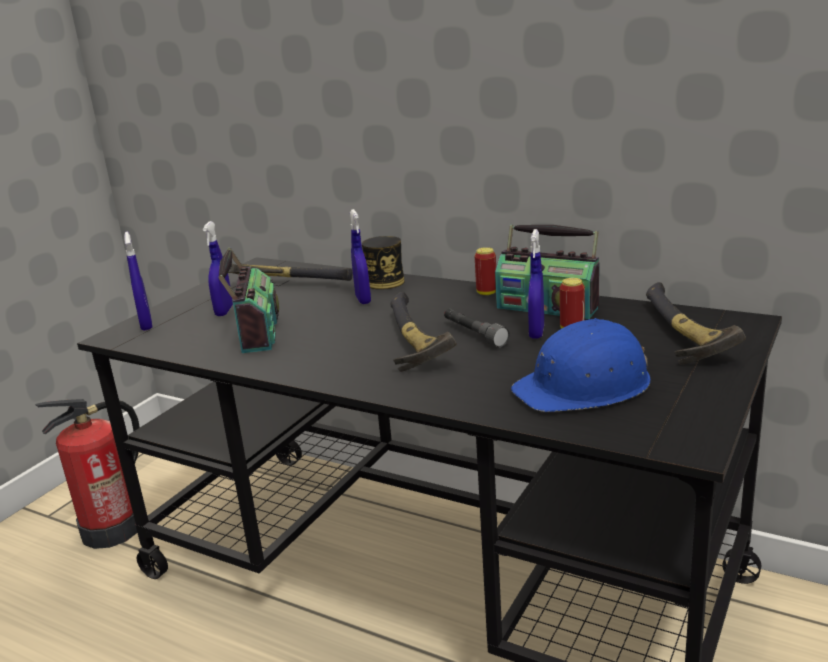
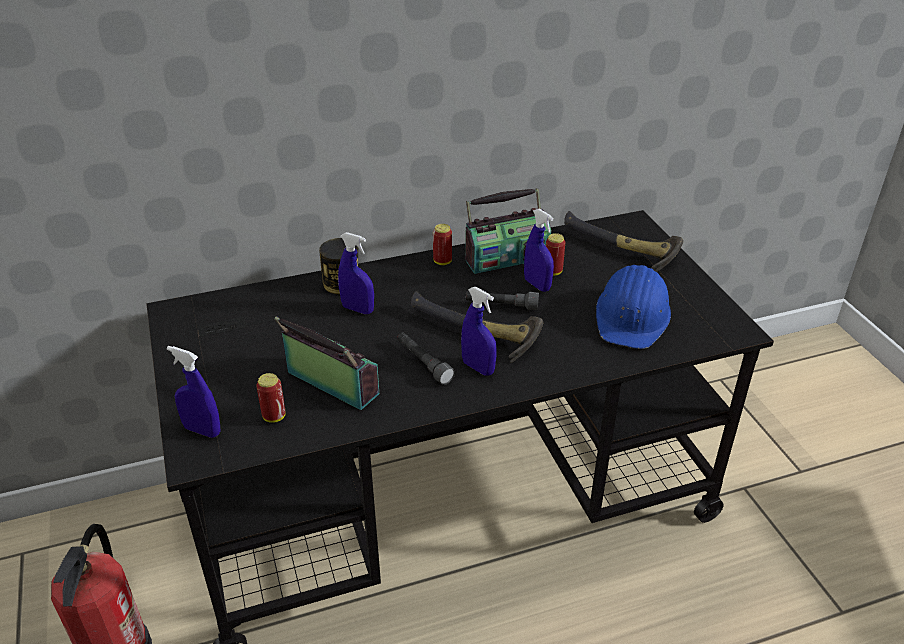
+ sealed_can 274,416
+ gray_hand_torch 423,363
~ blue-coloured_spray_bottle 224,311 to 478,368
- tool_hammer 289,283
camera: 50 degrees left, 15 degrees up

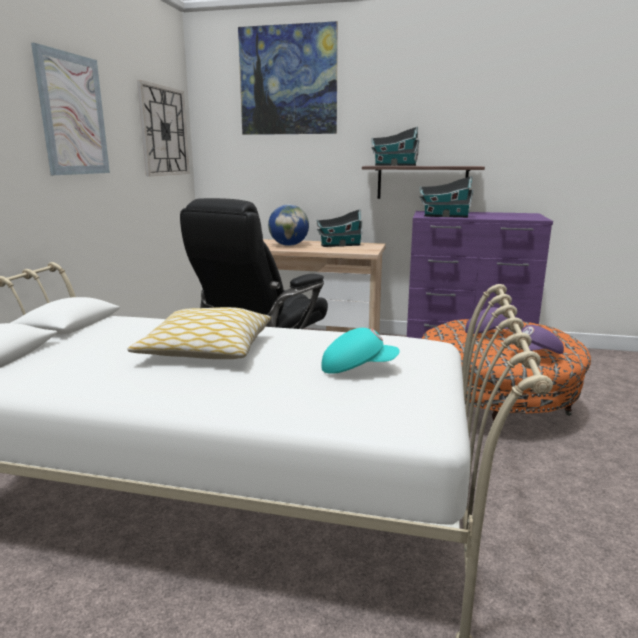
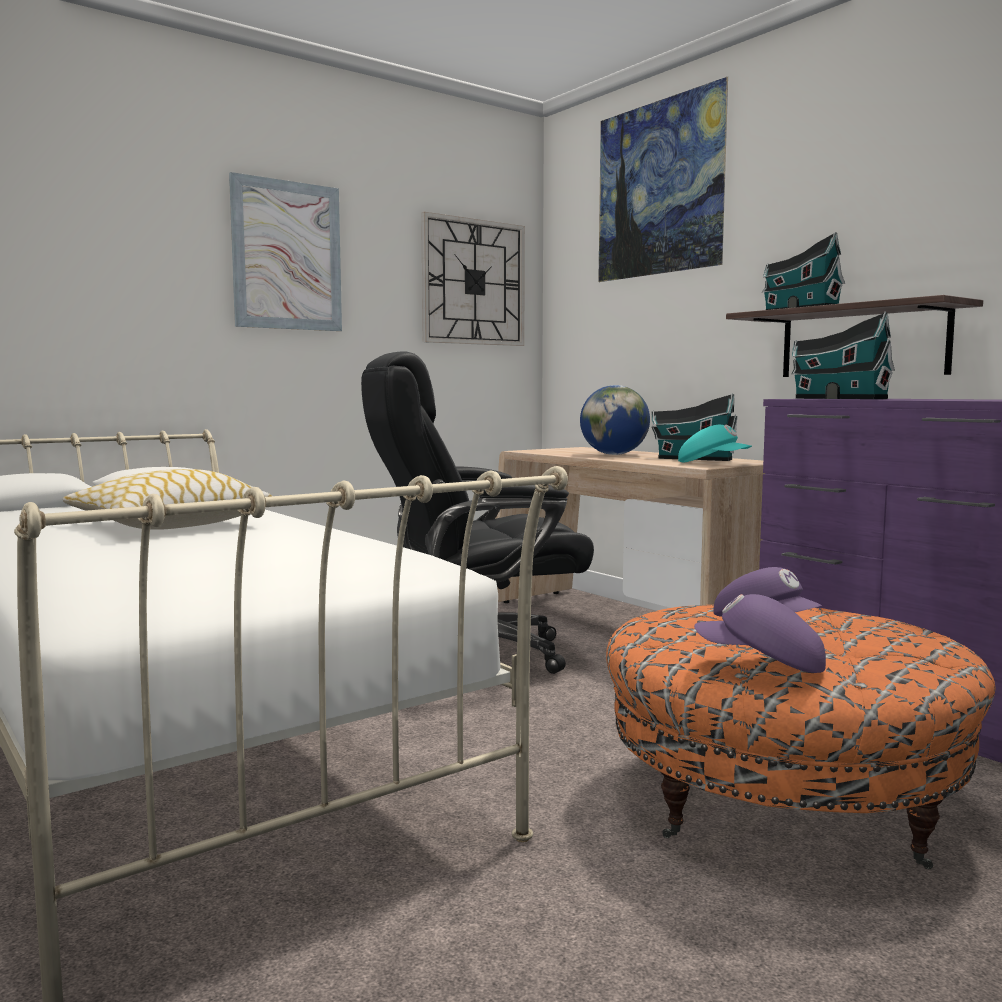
~ blue-green_baseball_cap 357,368 to 713,463
camera: 40 degrees right, 10 degrees down

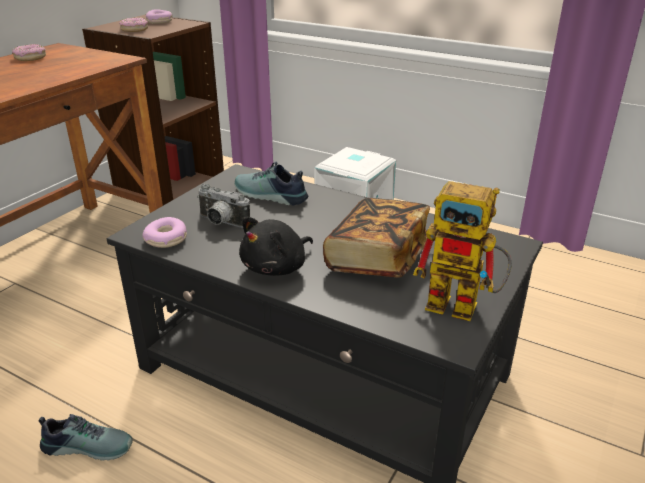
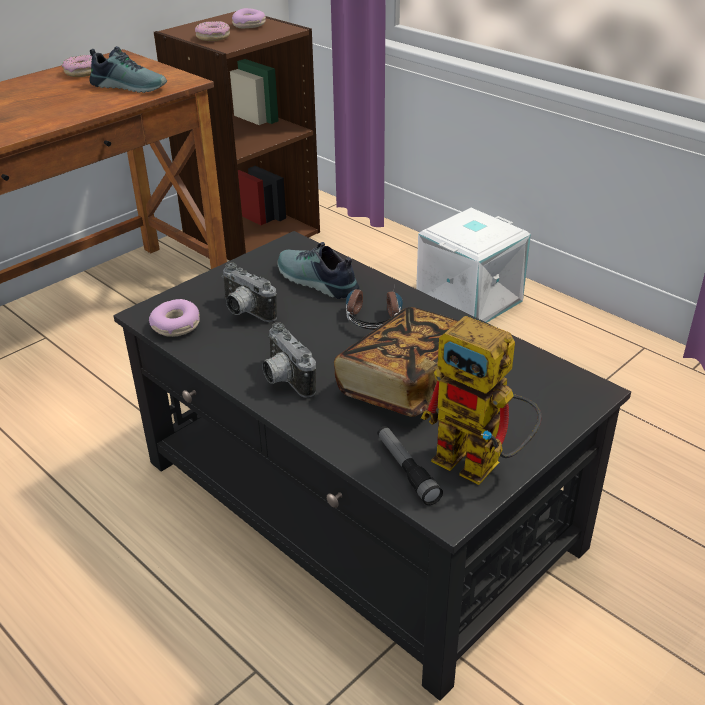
~ low_shoe 89,445 to 130,86
~ blackish_soft_toy 277,267 to photo_camera 284,380
+ headset 373,313
+ hand_torch 406,470
camera: 15 degrees right, 5 degrees up

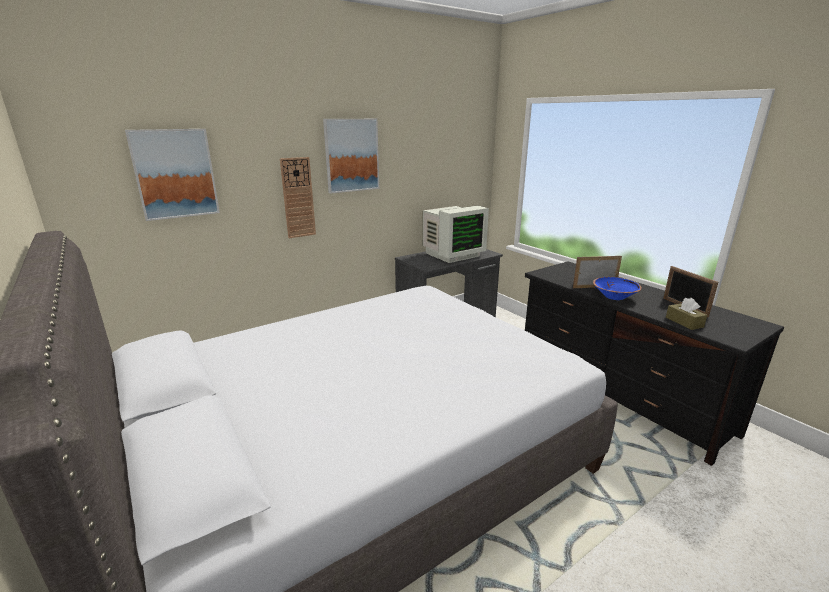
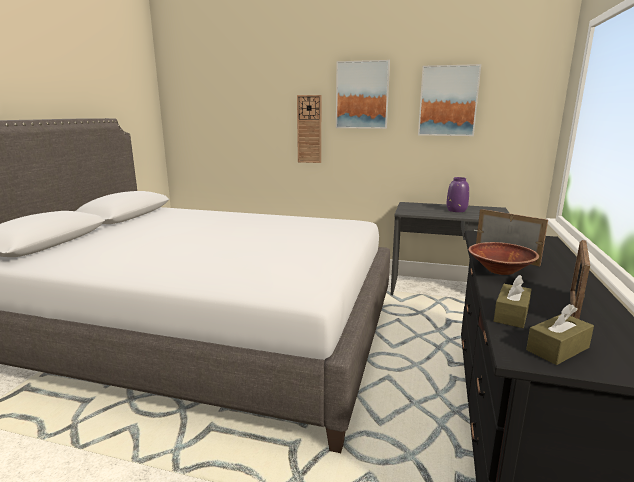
~ wall_art 175,174 to 448,101
~ monitor 452,254 to purple_decorative_vase 456,210
~ blue-coloured_serving_bowl 614,297 to brown-coloured_serving_bowl 500,270
+ brown-coloured_tissue_box 557,349
camera: 50 degrees right, 5 degrees down

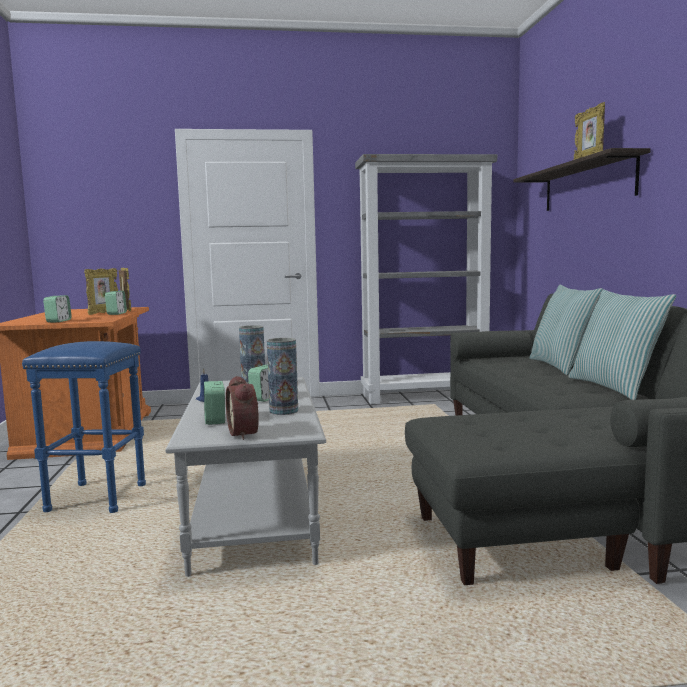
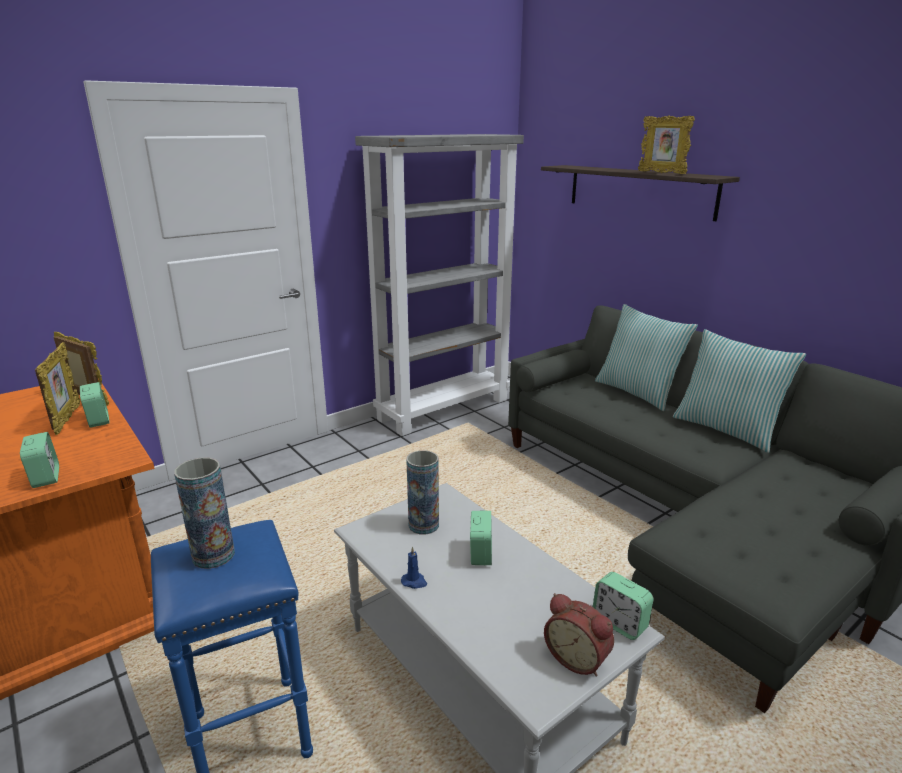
~ decorative_vase 283,411 to 213,555
~ table_clock 215,420 to 619,623
camera: 30 degrees left, 15 degrees up

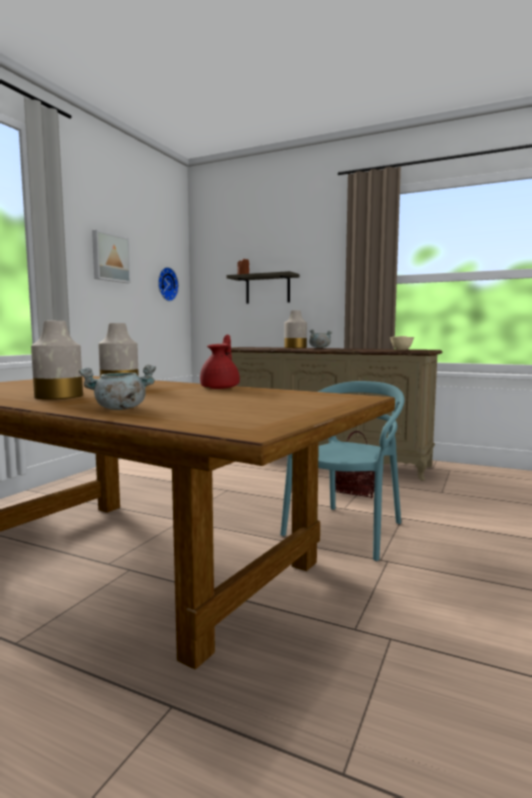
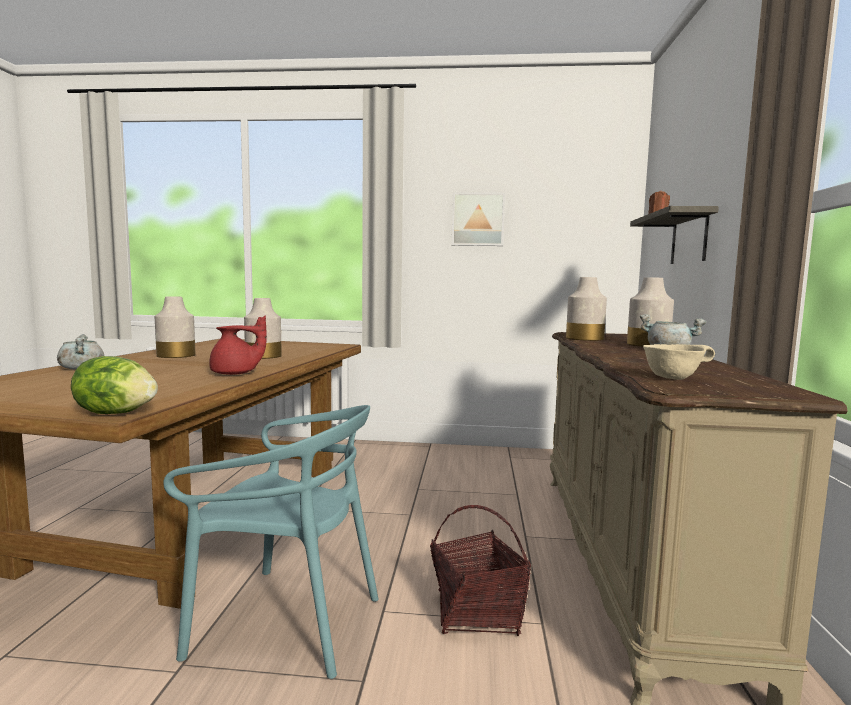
+ head_of_lettuce 116,413
+ beige-coloured_decorative_vase 584,338
- clock_on_the_wall 166,284
camera: 70 degrees right, 0 degrees up

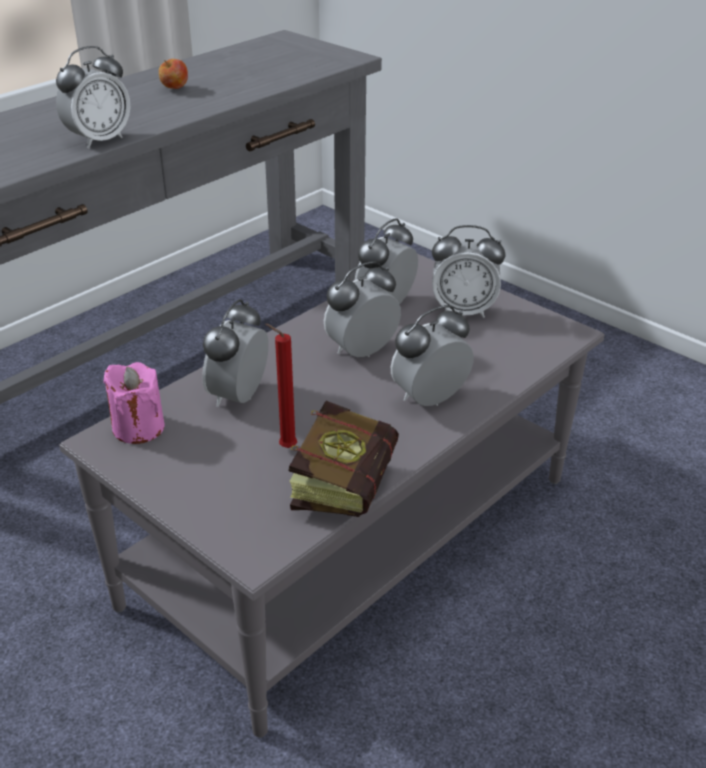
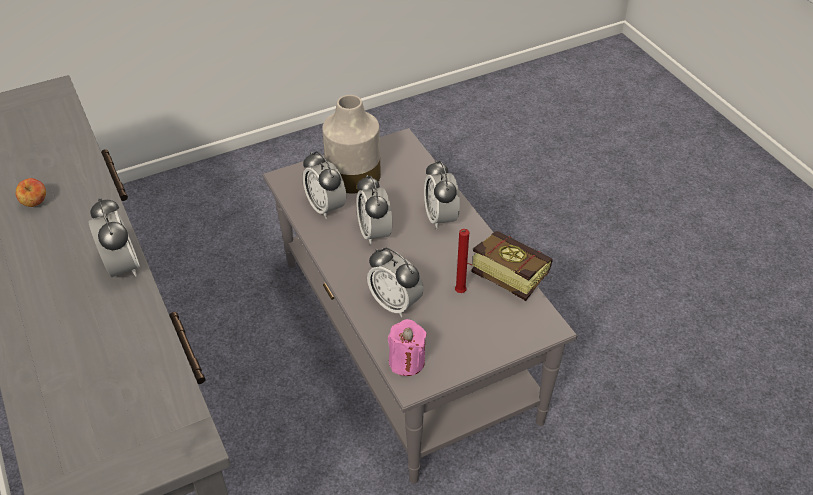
~ table_clock 464,311 to beige-coloured_decorative_vase 353,174
camera: 70 degrees left, 10 degrees up

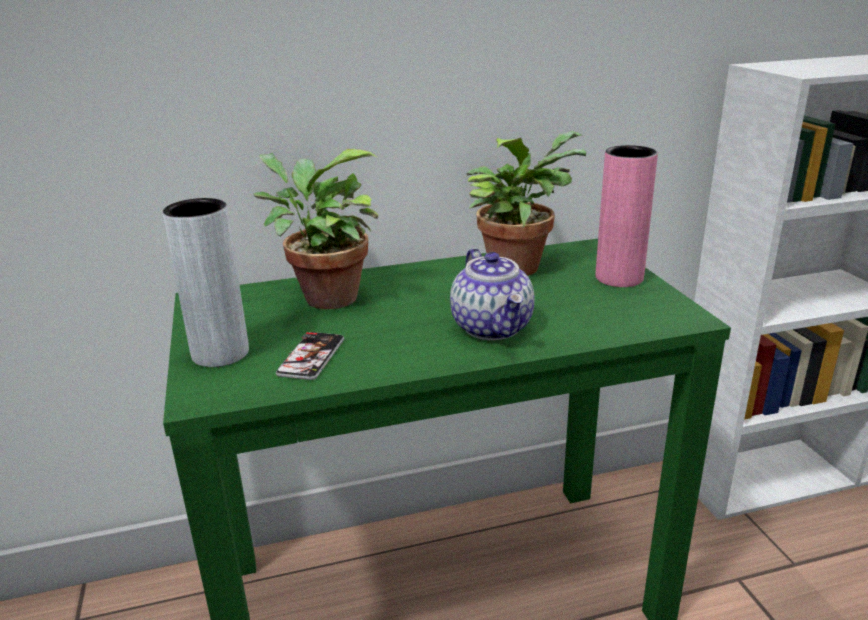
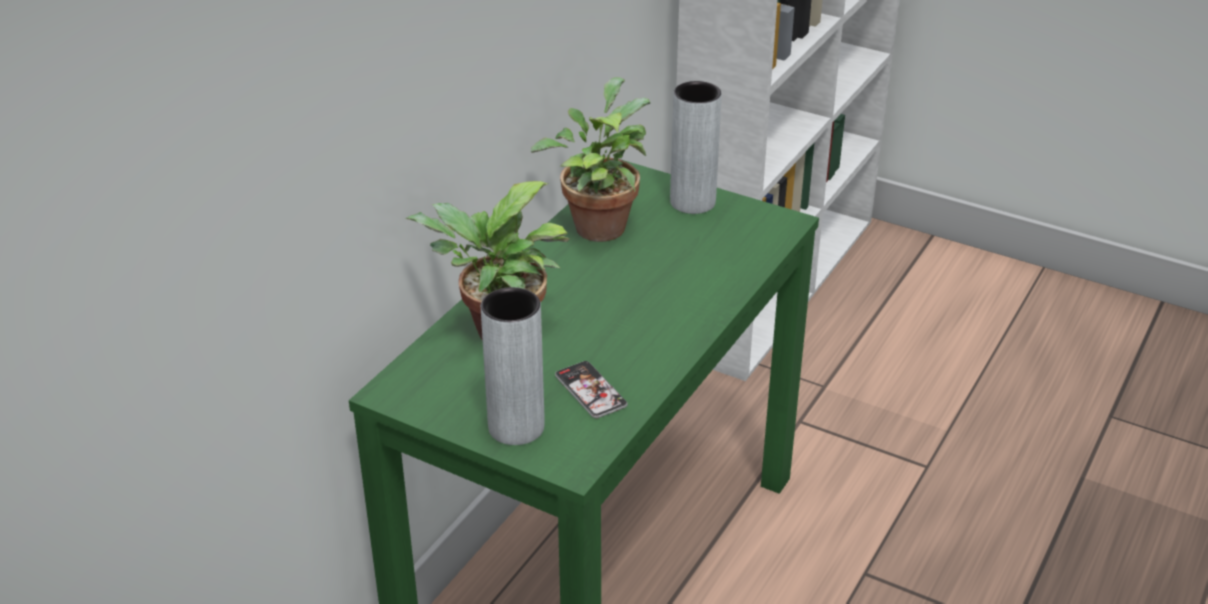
~ pink_decorative_vase 619,278 to gray_decorative_vase 692,202
- tea_pot 493,328
camera: 45 degrees left, 10 degrees up

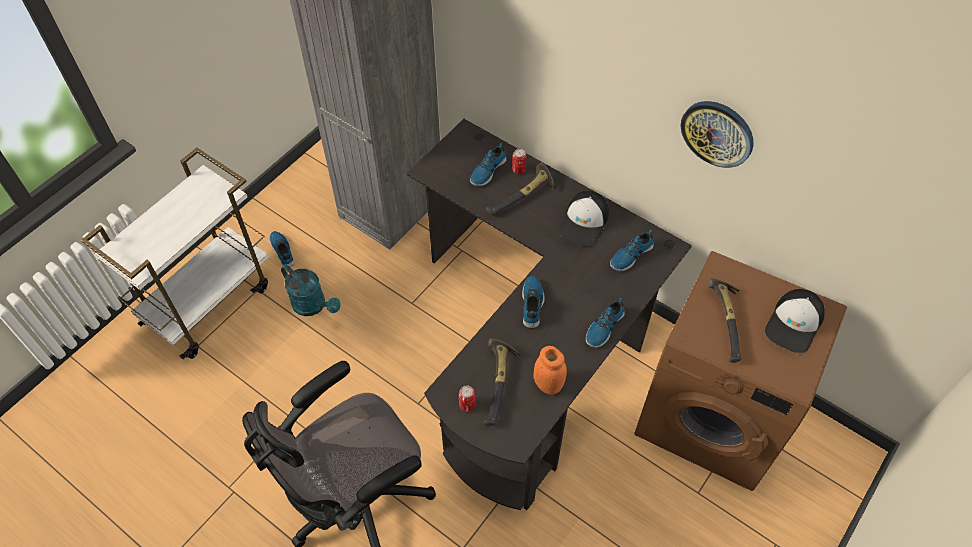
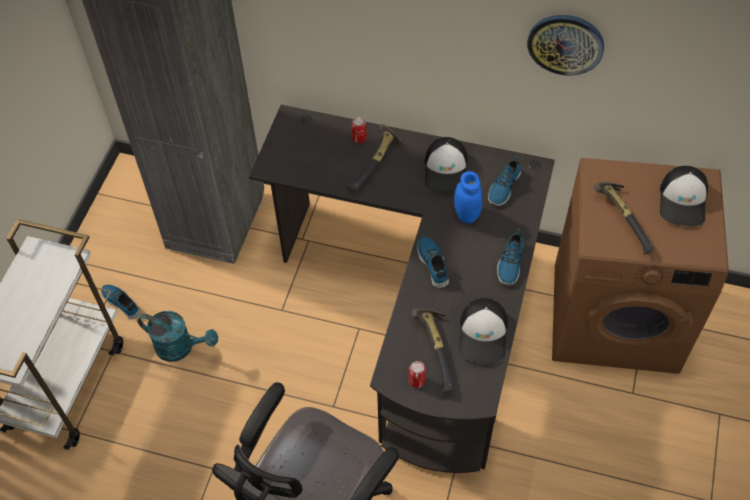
+ blue-coloured_jar 466,214
~ orange-coloured_jar 548,384 to baseball_cap 483,335
- low_shoe 487,170
camera: 20 degrees left, 0 degrees up

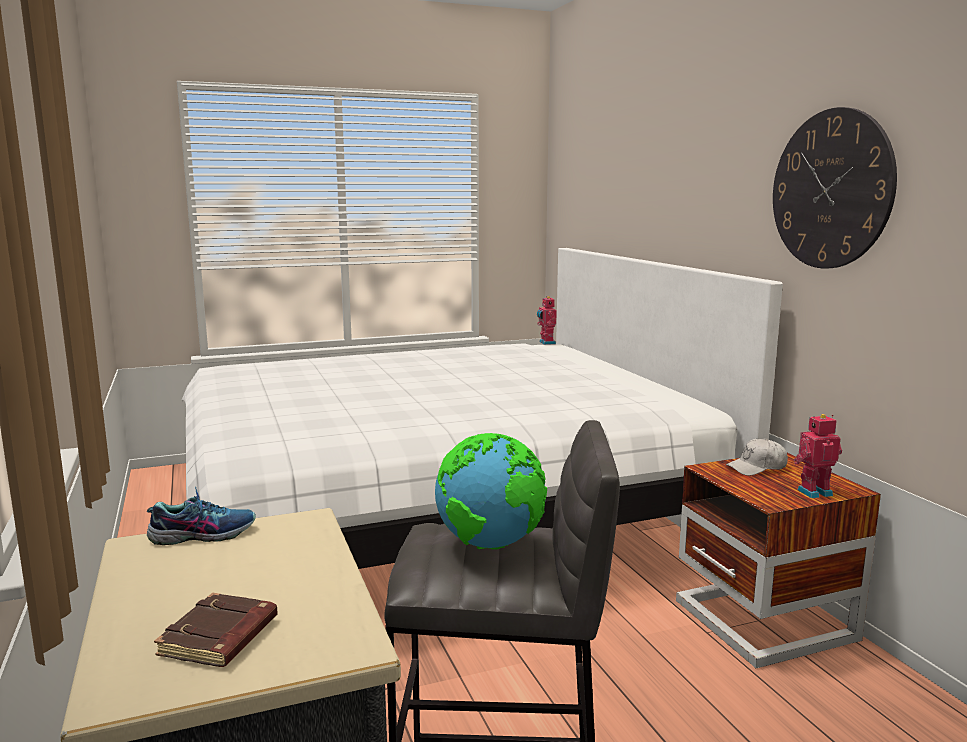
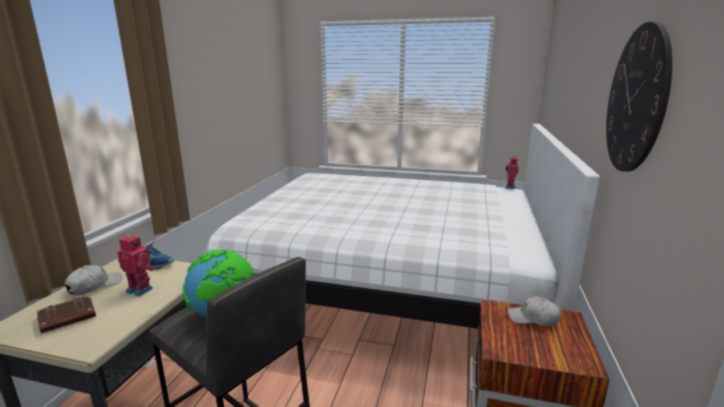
+ white-coloured_baseball_cap 94,286
~ robot_figure 813,492 to 141,289
camera: 35 degrees right, 5 degrees up

